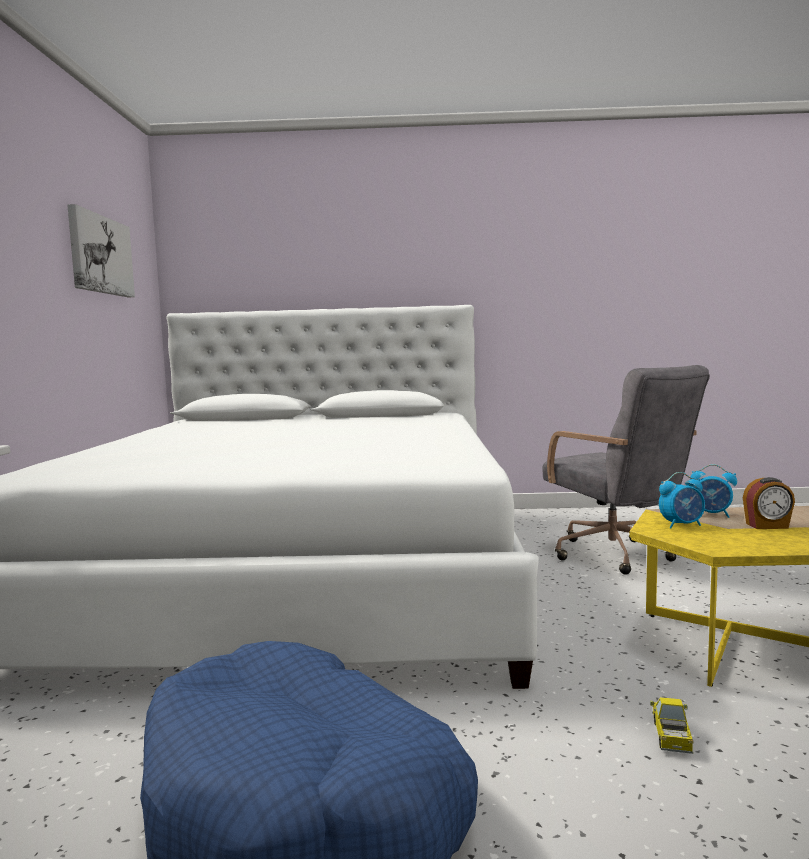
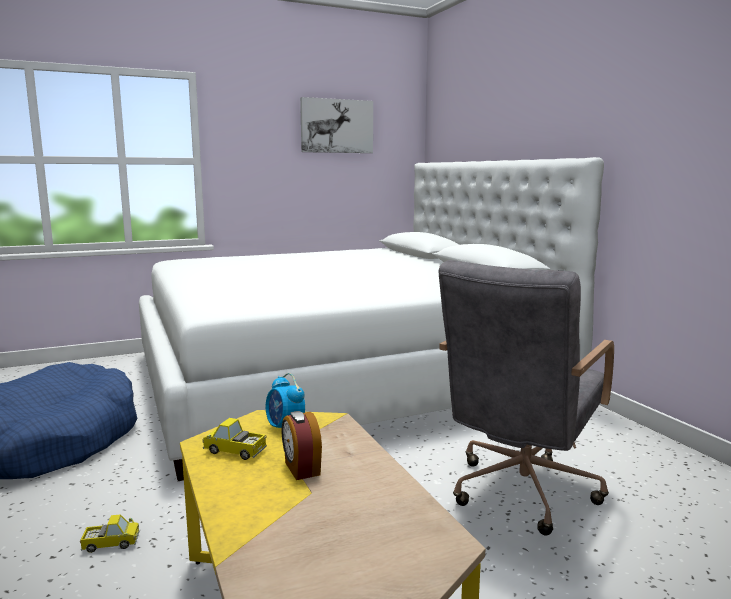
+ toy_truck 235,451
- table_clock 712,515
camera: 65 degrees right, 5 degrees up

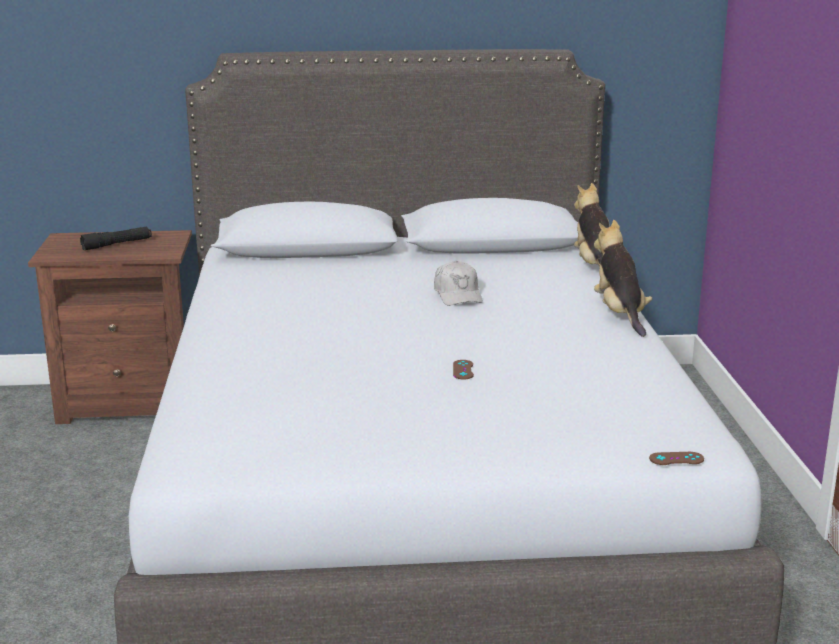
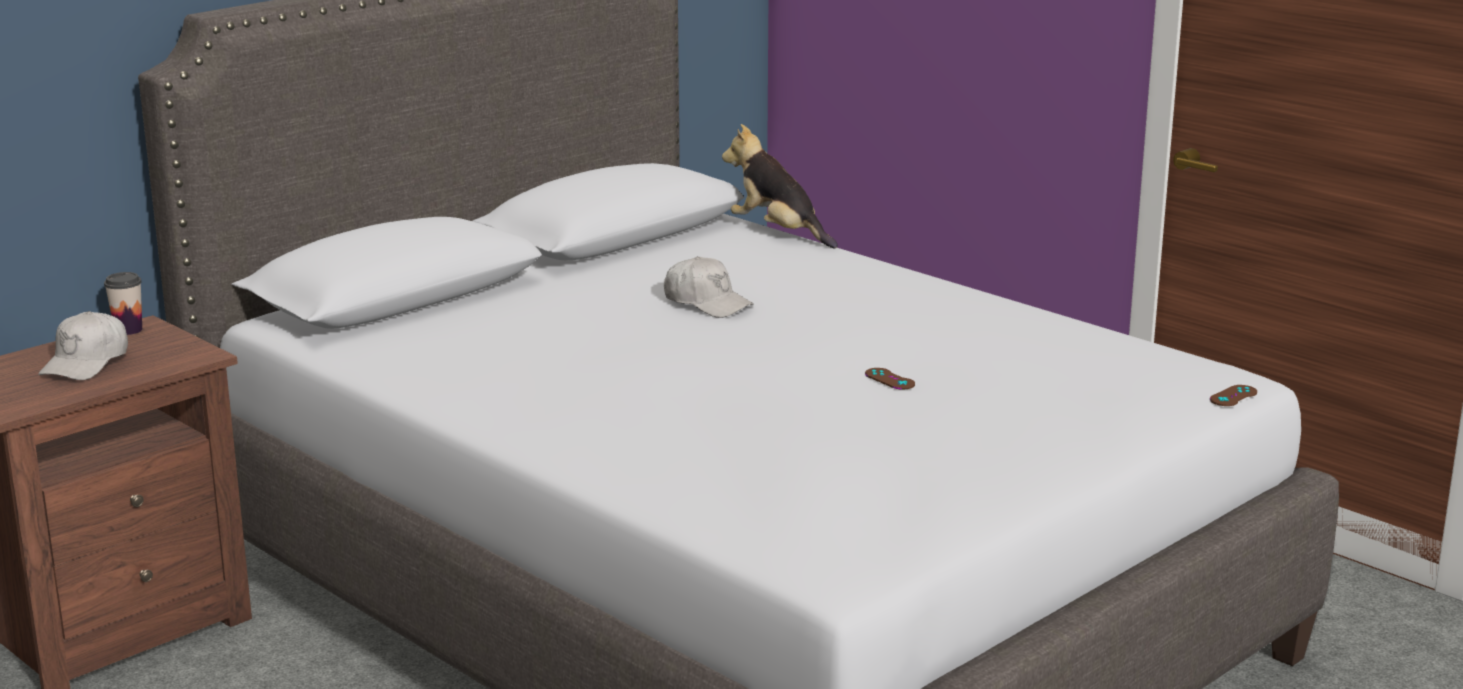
~ blackish_hand_torch 117,244 to white-coloured_baseball_cap 87,363
+ cup 128,330
- soft_toy 620,314
camera: 40 degrees left, 0 degrees up

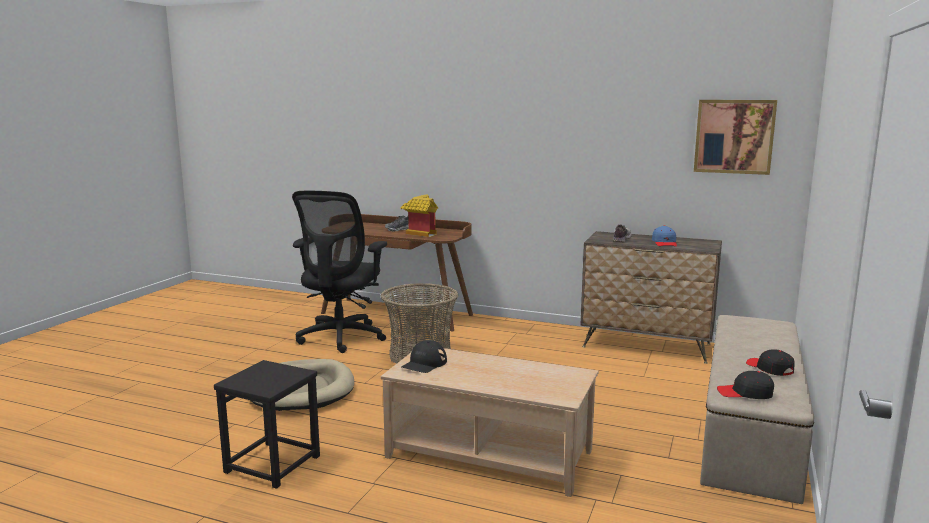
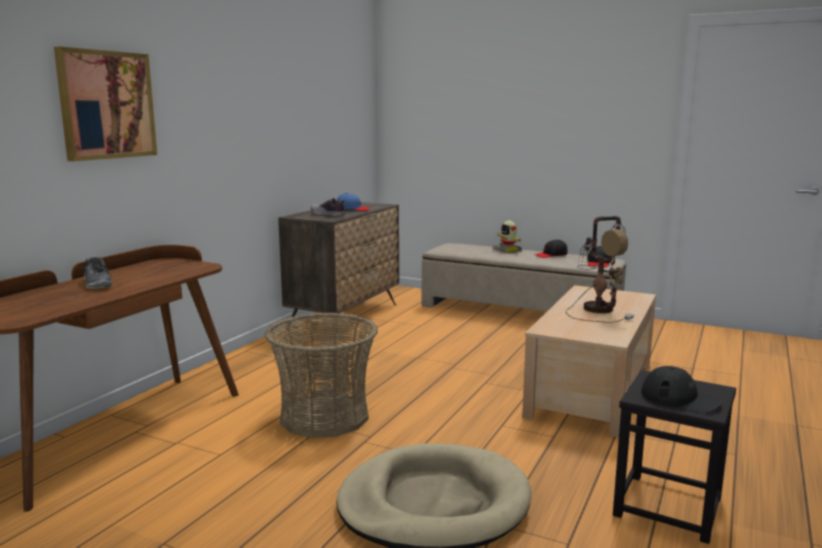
~ wall_art 734,136 to 107,105
+ robot_figure 507,250
+ table_lamp 598,309
~ blackish_baseball_cap 424,364 to 680,399
- blackish_computer_chair 342,335
- miniature_house 420,233
camera: 85 degrees left, 0 degrees up

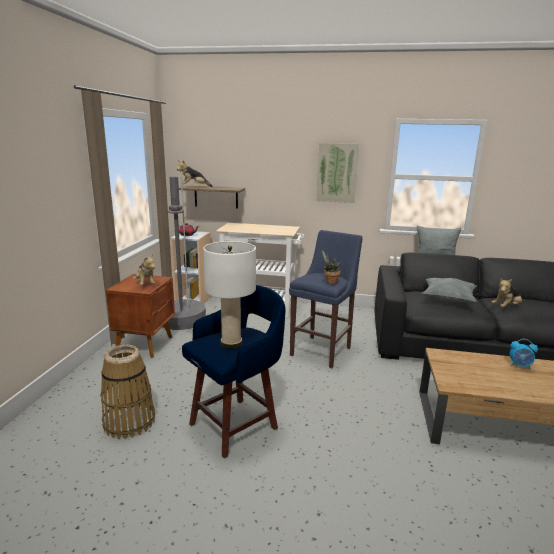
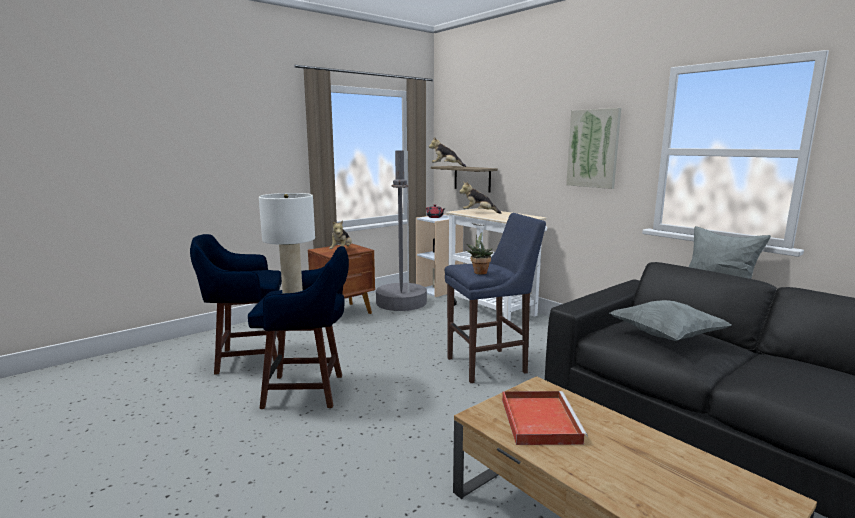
~ storage_basket 129,422 to blue-coloured_stool_seat 247,359
~ soft_toy 506,307 to 479,213
+ red_tray 539,419
- table_clock 520,366
camera: 40 degrees right, 5 degrees down

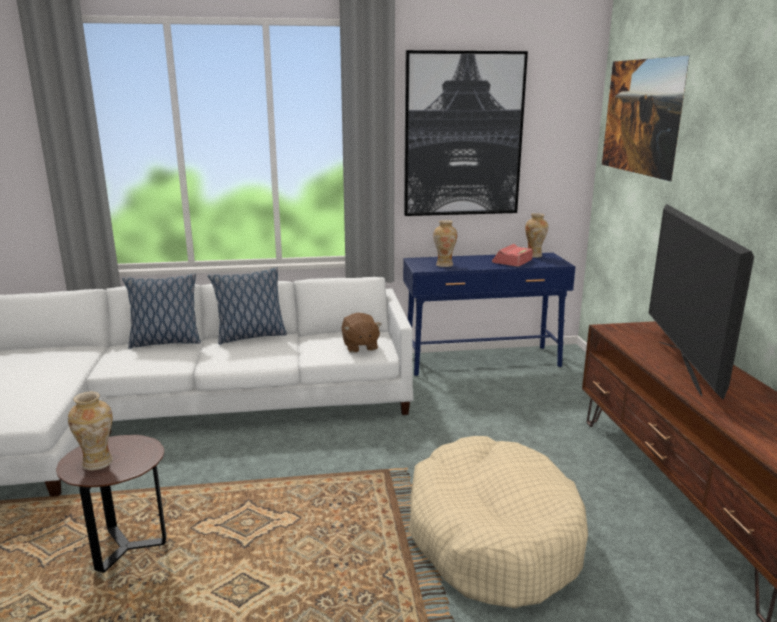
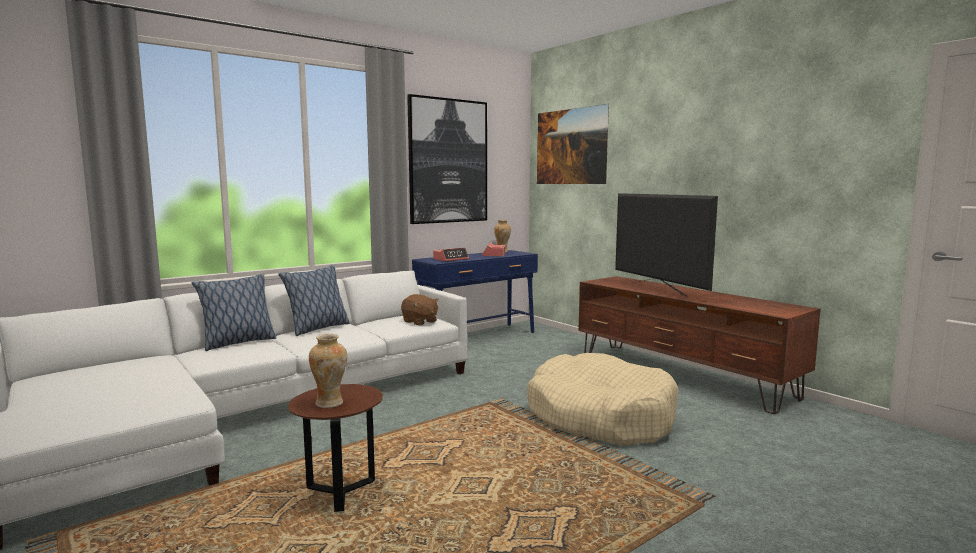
~ decorative_vase 444,265 to table_clock 451,259
camera: 30 degrees left, 10 degrees down

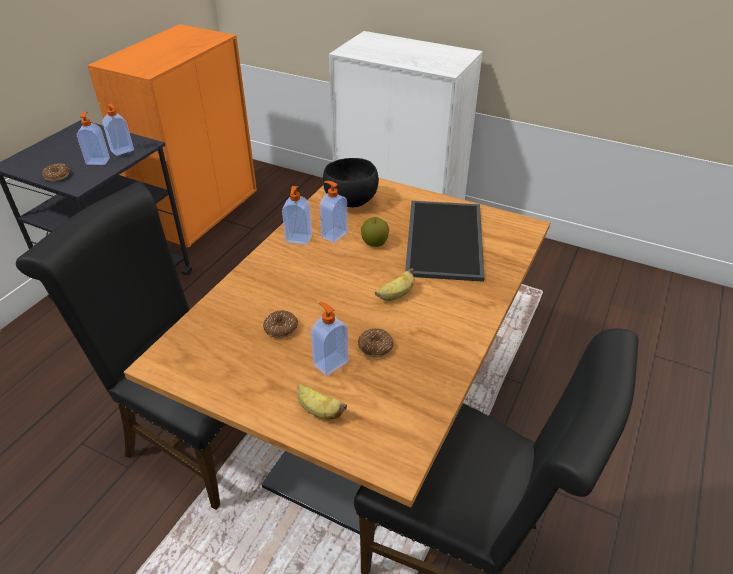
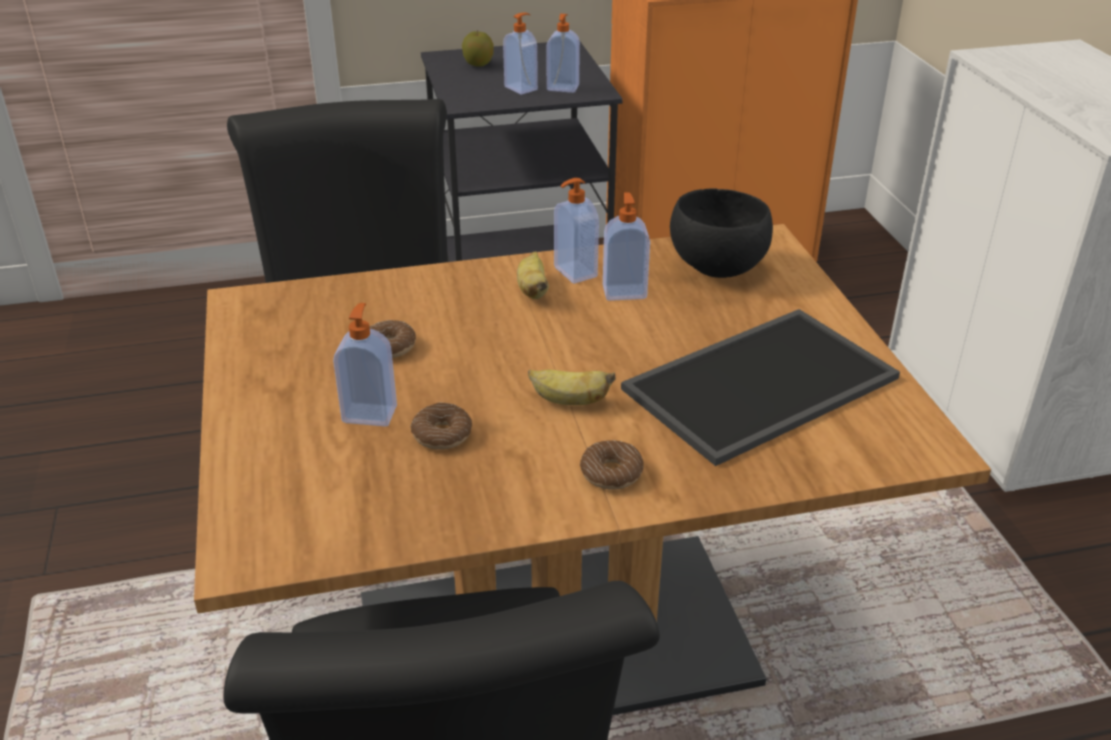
~ whole_apple 375,243 to 478,64
~ banana 319,411 to 533,290
~ ring_doughnut 57,176 to 611,473
camera: 50 degrees right, 5 degrees down

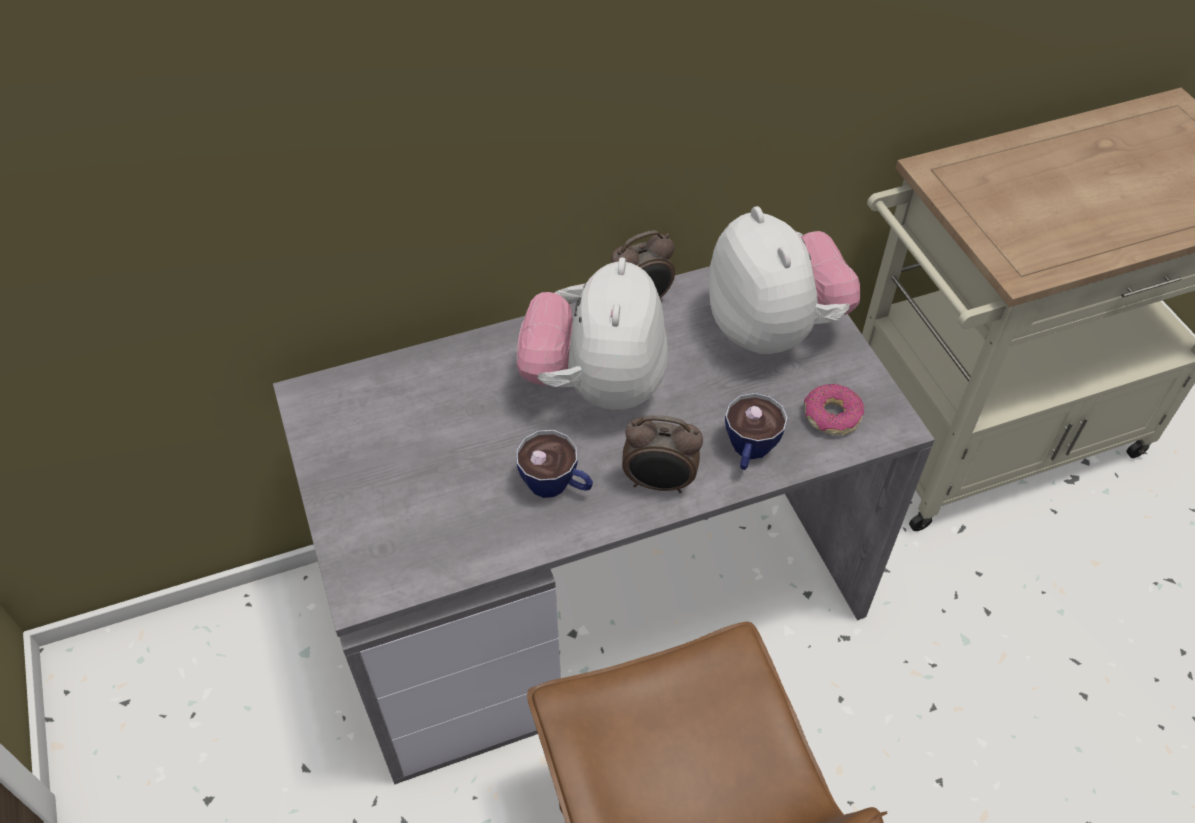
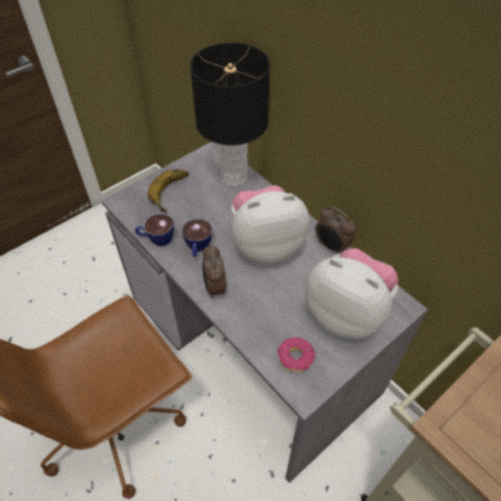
~ cup 749,452 to 156,239
+ banana 173,193
+ blackish_table_lamp 234,177
~ soft_toy 773,329 = 347,312 105 degrees counterclockwise
camera: 70 degrees right, 0 degrees up

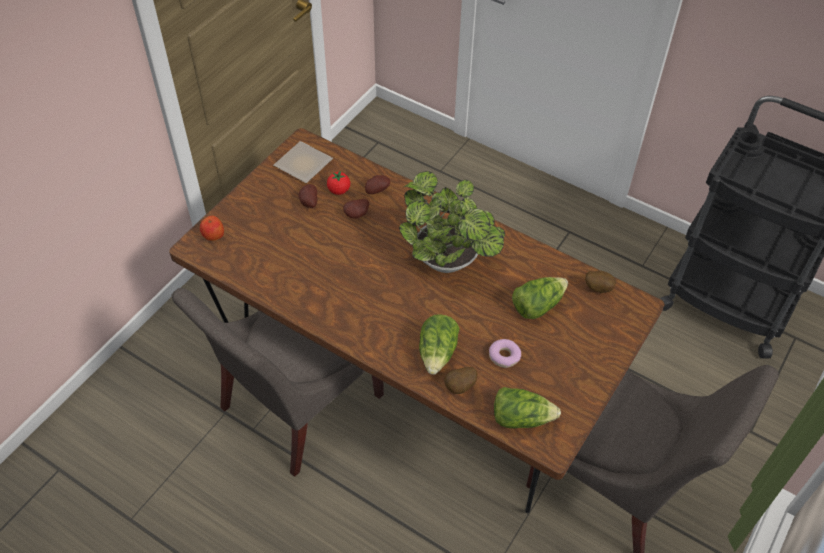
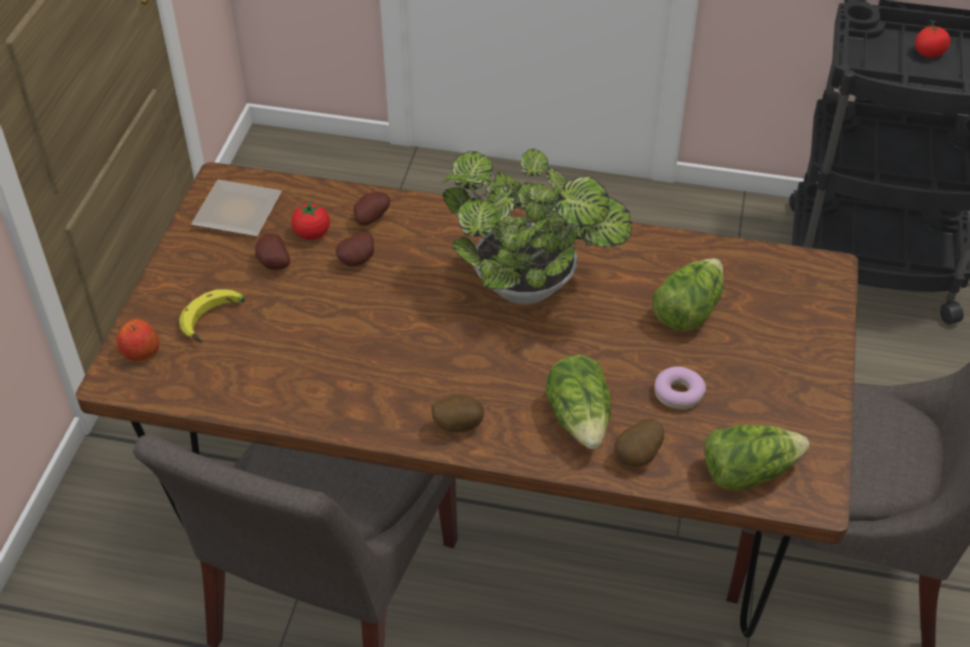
+ banana 215,321
~ potato 598,288 to 457,425
+ tomato 929,53
camera: 20 degrees left, 5 degrees down

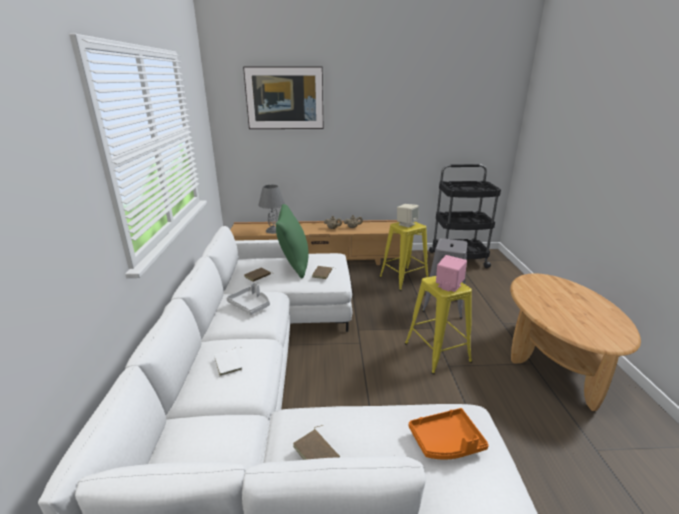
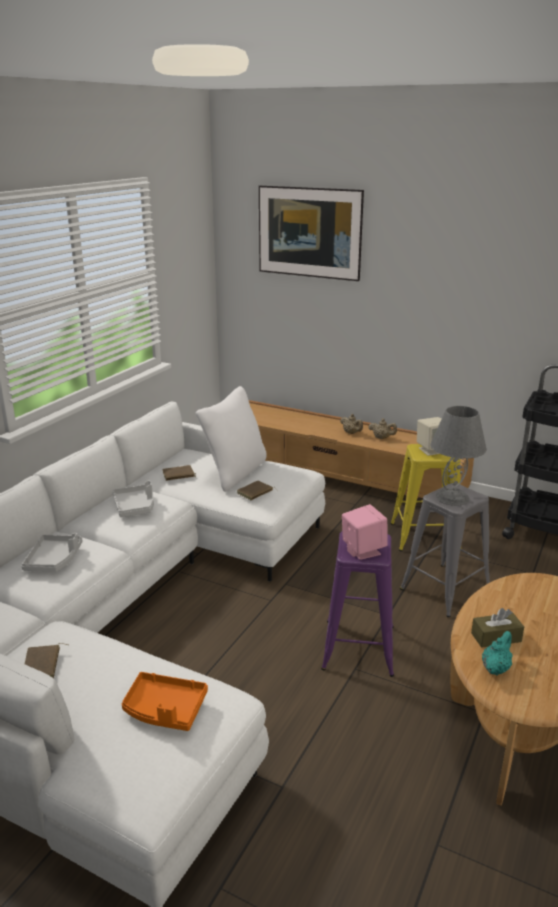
~ white-coloured_bound_book 229,363 to gray_tray 54,560
~ greenish_cushion 294,265 to white-coloured_cushion 235,473
~ yellow_stool_seat 437,352 to purple_stool_seat 358,647
~ gray_table_lamp 273,230 to 452,497
+ brown-coloured_tissue_box 496,637
+ blue-green_tea_pot 495,668
camera: 30 degrees right, 0 degrees up

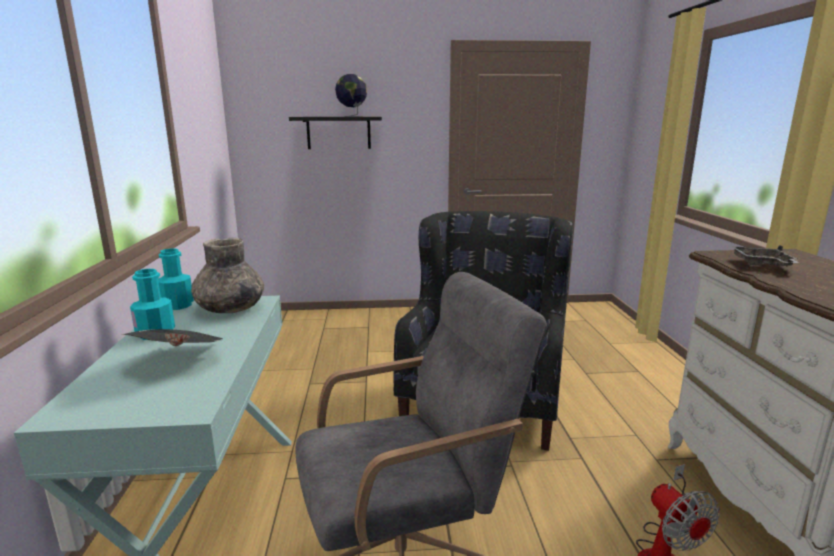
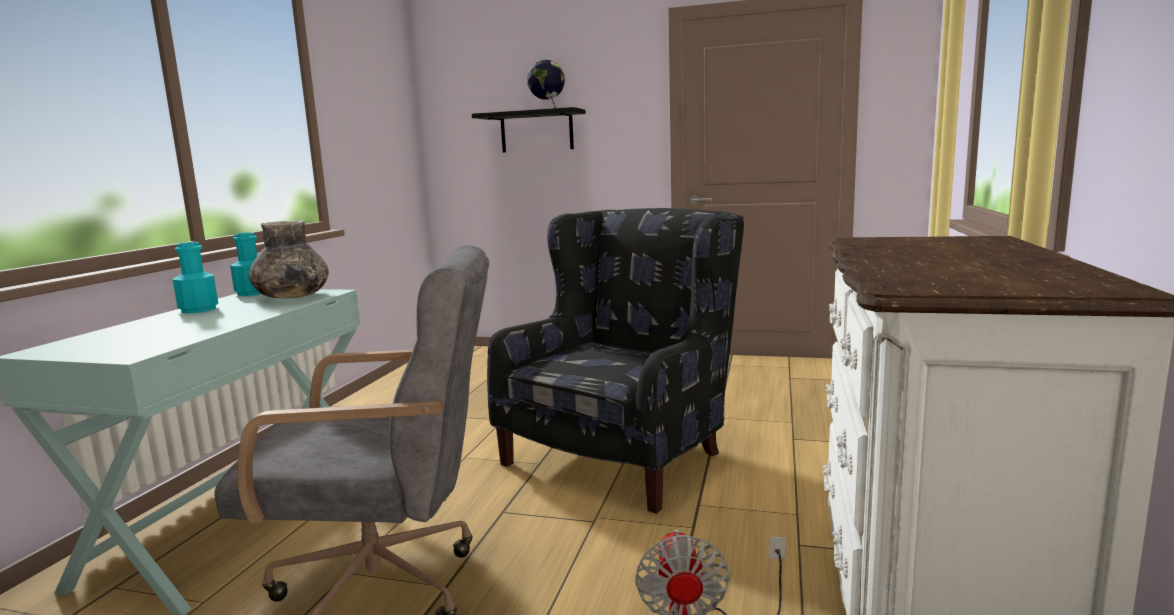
- daily_paper 182,360
- gray_tray 762,264
camera: 20 degrees right, 5 degrees down

